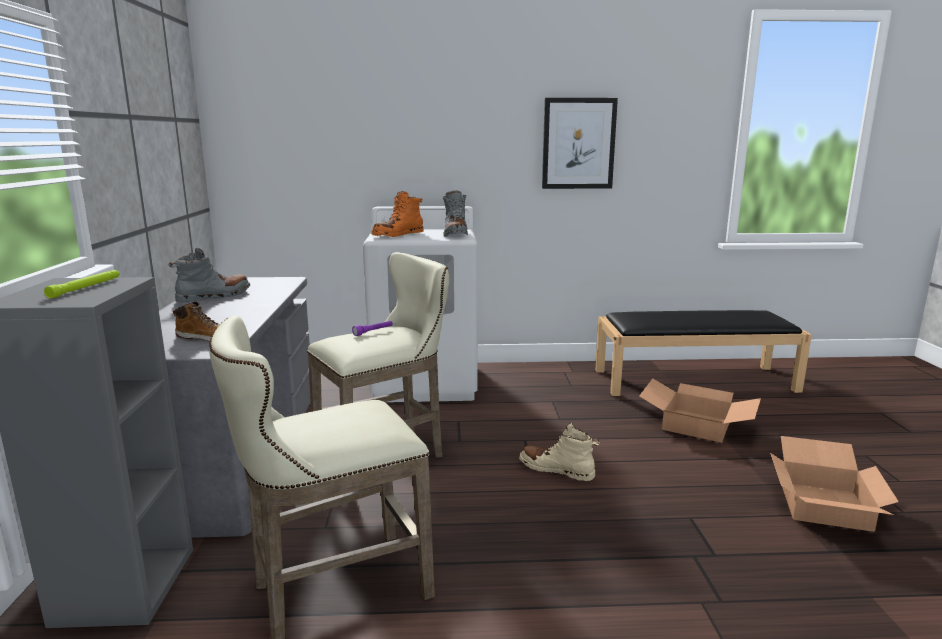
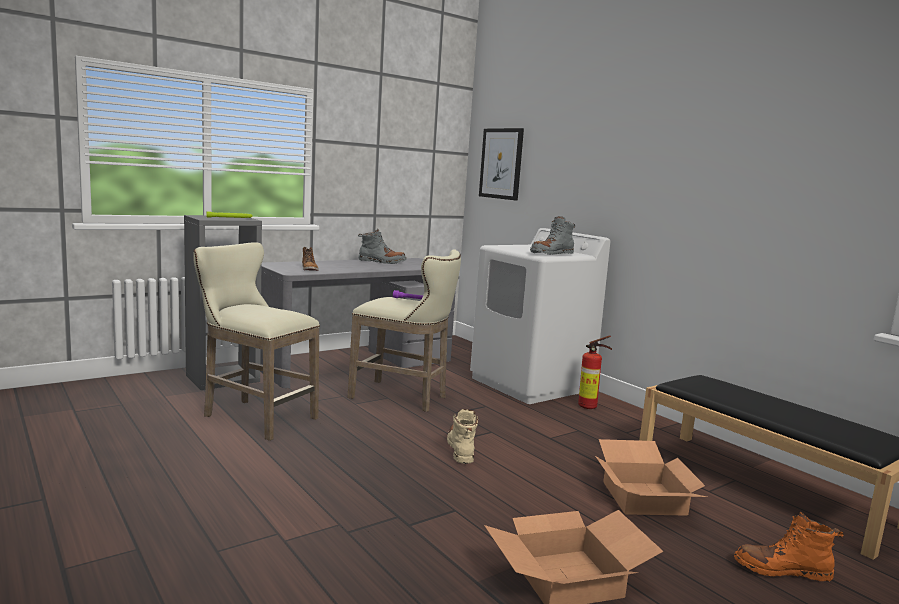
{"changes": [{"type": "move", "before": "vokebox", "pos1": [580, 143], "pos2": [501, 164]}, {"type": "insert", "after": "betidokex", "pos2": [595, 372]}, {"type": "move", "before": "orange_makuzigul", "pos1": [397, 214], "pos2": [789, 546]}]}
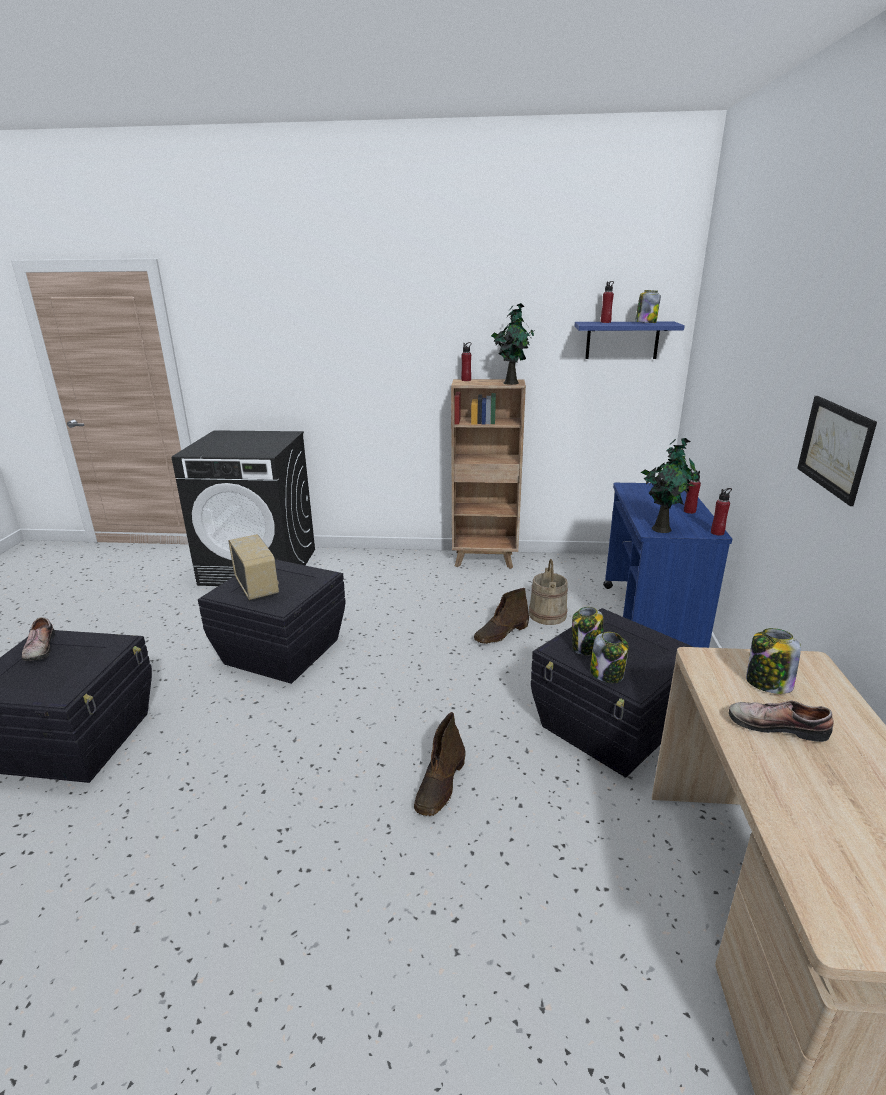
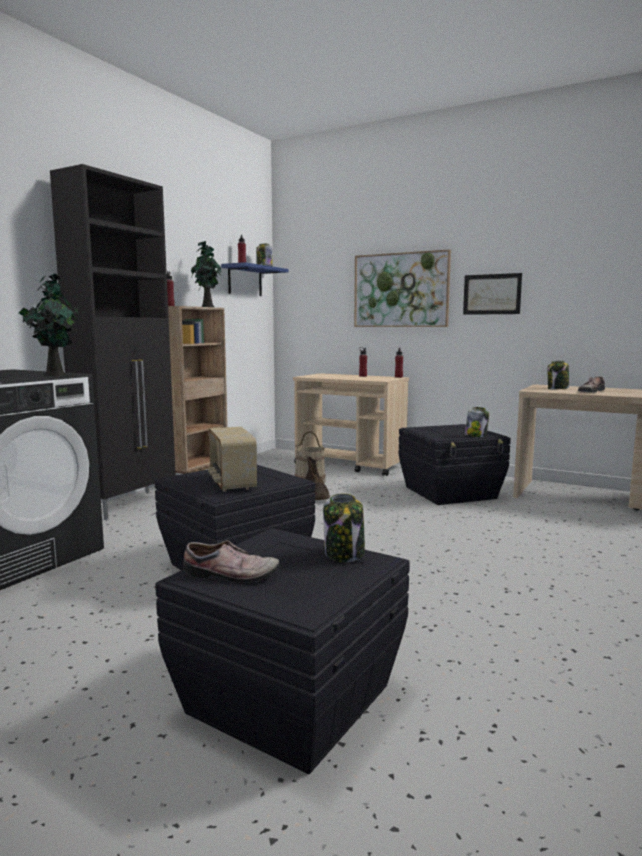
{"changes": [{"type": "move", "before": "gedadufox", "pos1": [670, 485], "pos2": [48, 325]}, {"type": "insert", "after": "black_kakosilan", "pos2": [112, 342]}, {"type": "rotate", "before": "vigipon", "pos1": [254, 567], "pos2": [232, 459], "turn": -105}, {"type": "recolor", "before": "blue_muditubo", "after": "beige_muditubo", "pos1": [667, 565], "pos2": [351, 424]}, {"type": "move", "before": "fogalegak", "pos1": [587, 631], "pos2": [344, 527]}, {"type": "insert", "after": "vokebox", "pos2": [402, 288]}, {"type": "delete", "before": "brown_makuzigul", "pos1": [439, 764]}]}
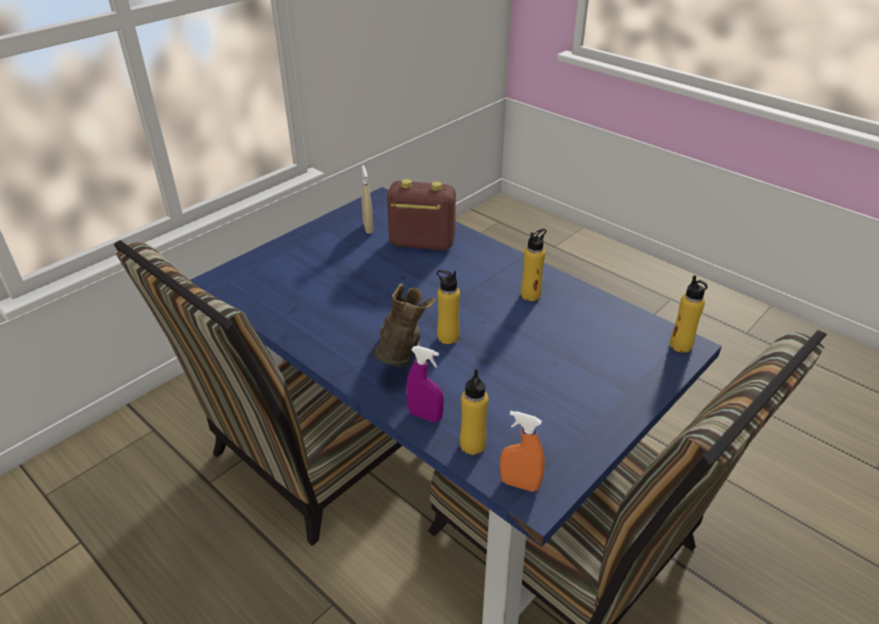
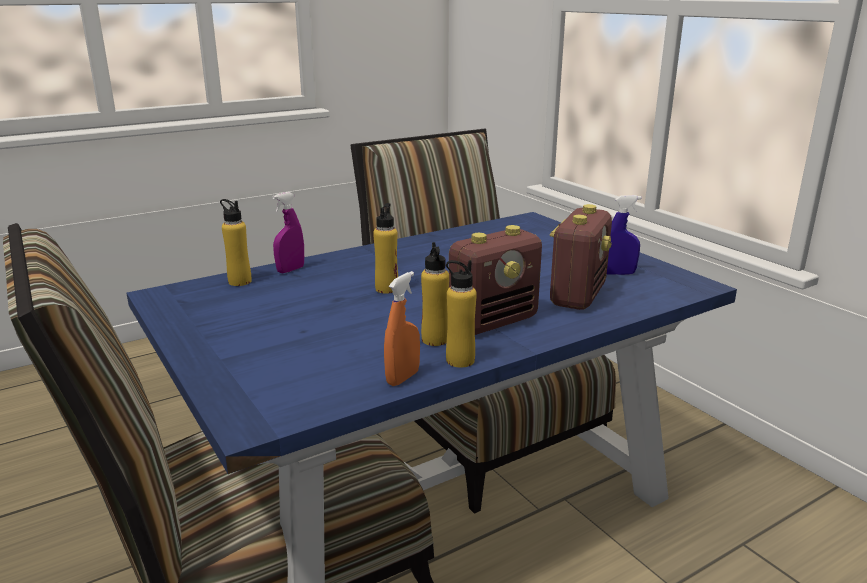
{"changes": [{"type": "move", "before": "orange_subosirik", "pos1": [522, 451], "pos2": [402, 328]}, {"type": "move", "before": "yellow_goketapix", "pos1": [689, 314], "pos2": [461, 314]}, {"type": "insert", "after": "vigipon", "pos2": [495, 280]}, {"type": "recolor", "before": "beige_subosirik", "after": "blue_subosirik", "pos1": [368, 199], "pos2": [624, 235]}, {"type": "delete", "before": "brown_makuzigul", "pos1": [405, 325]}]}
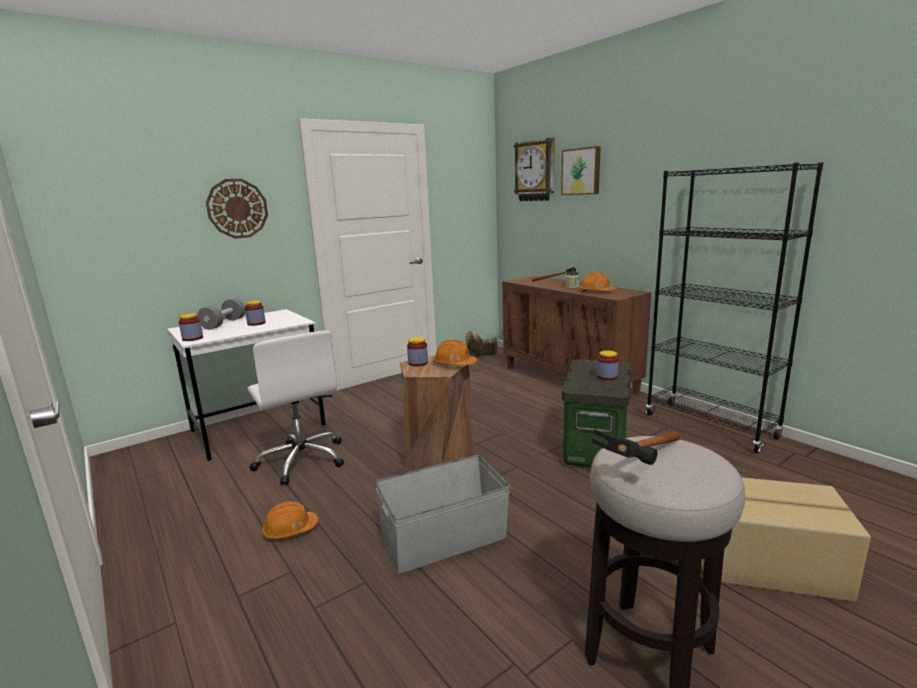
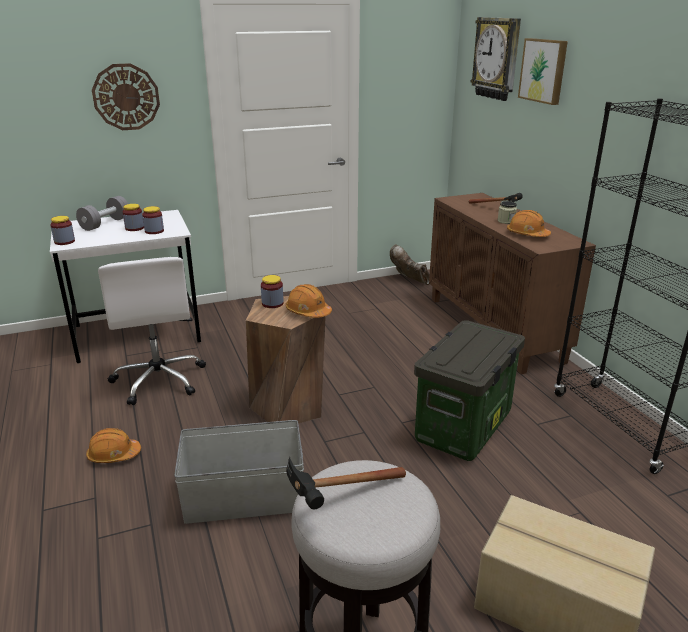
{"changes": [{"type": "move", "before": "fogalegak", "pos1": [607, 365], "pos2": [153, 220]}, {"type": "rotate", "before": "brown_makuzigul", "pos1": [481, 344], "pos2": [410, 265], "turn": 45}]}
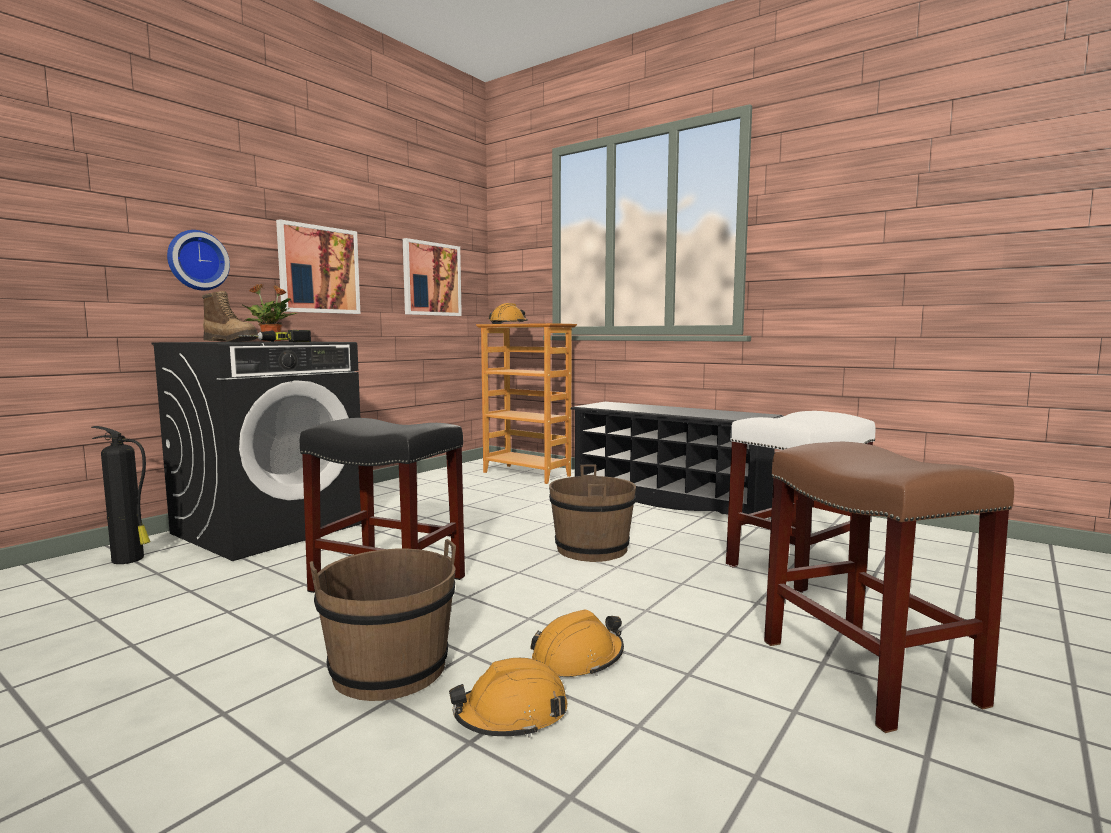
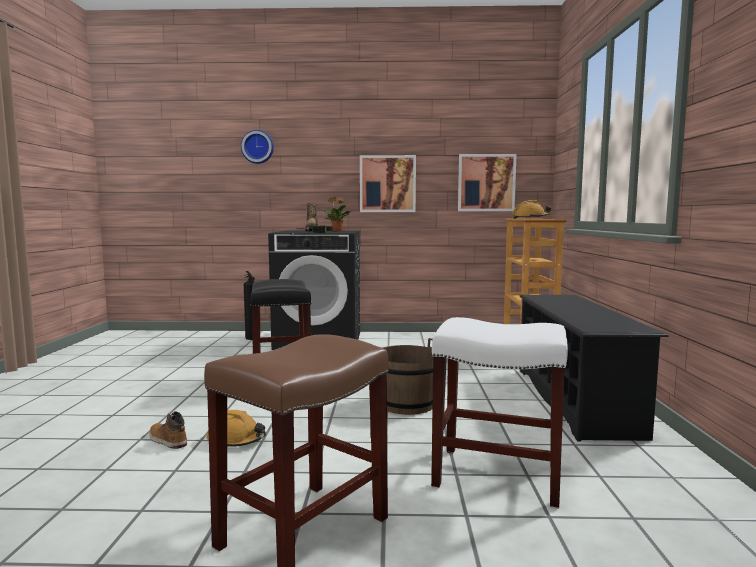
{"changes": [{"type": "replace", "before": "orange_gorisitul", "after": "makuzigul", "pos1": [508, 698], "pos2": [168, 430]}, {"type": "move", "before": "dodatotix", "pos1": [198, 260], "pos2": [257, 147]}, {"type": "delete", "before": "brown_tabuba", "pos1": [383, 620]}]}
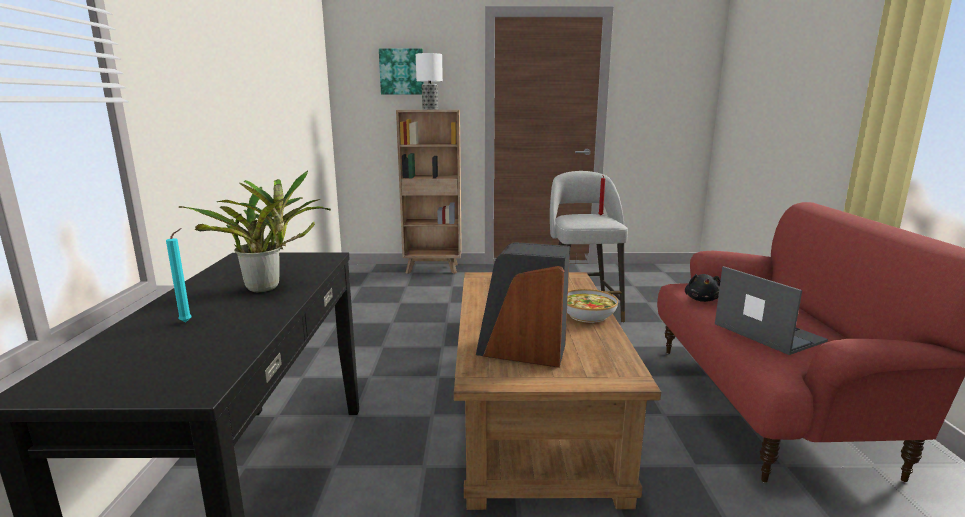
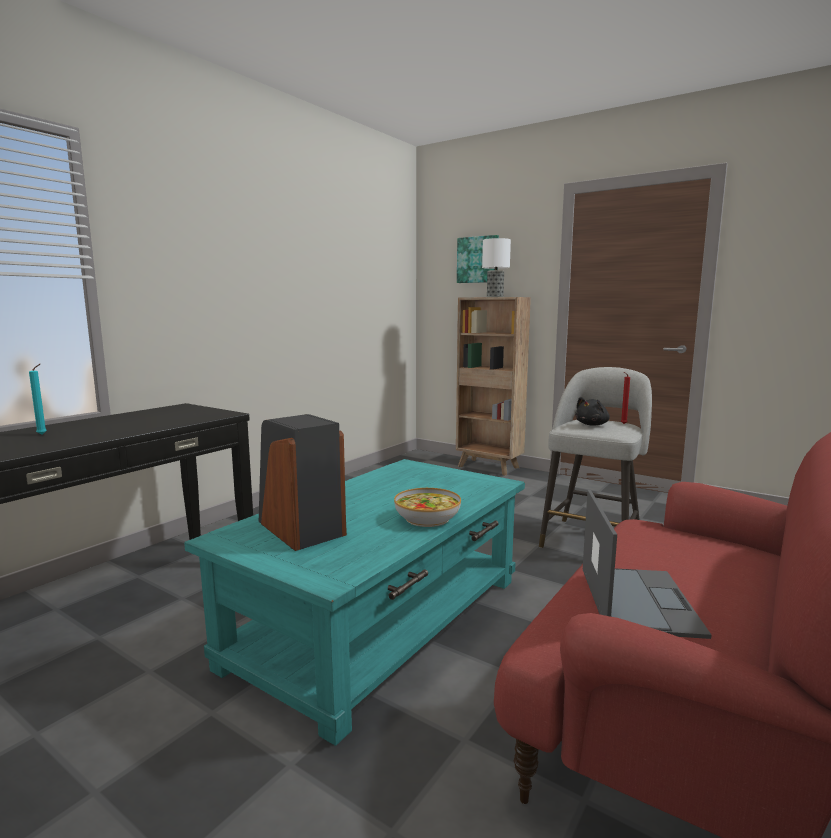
{"changes": [{"type": "recolor", "before": "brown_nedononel", "after": "turquoise_nedononel", "pos1": [557, 391], "pos2": [354, 602]}, {"type": "move", "before": "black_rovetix", "pos1": [703, 288], "pos2": [592, 411]}, {"type": "delete", "before": "gedadufox", "pos1": [255, 231]}]}
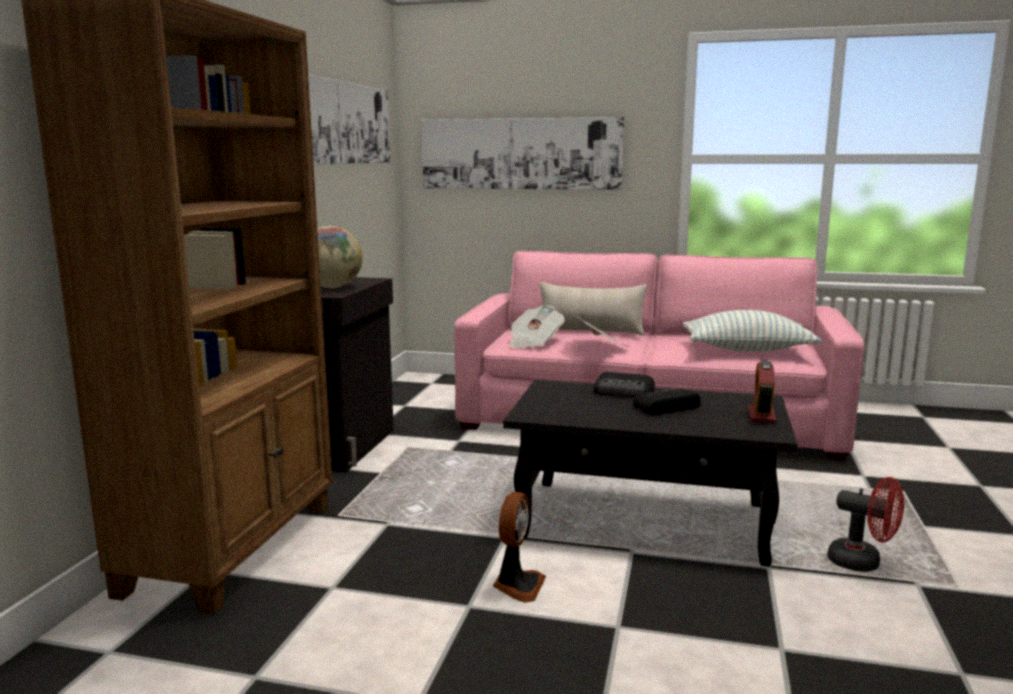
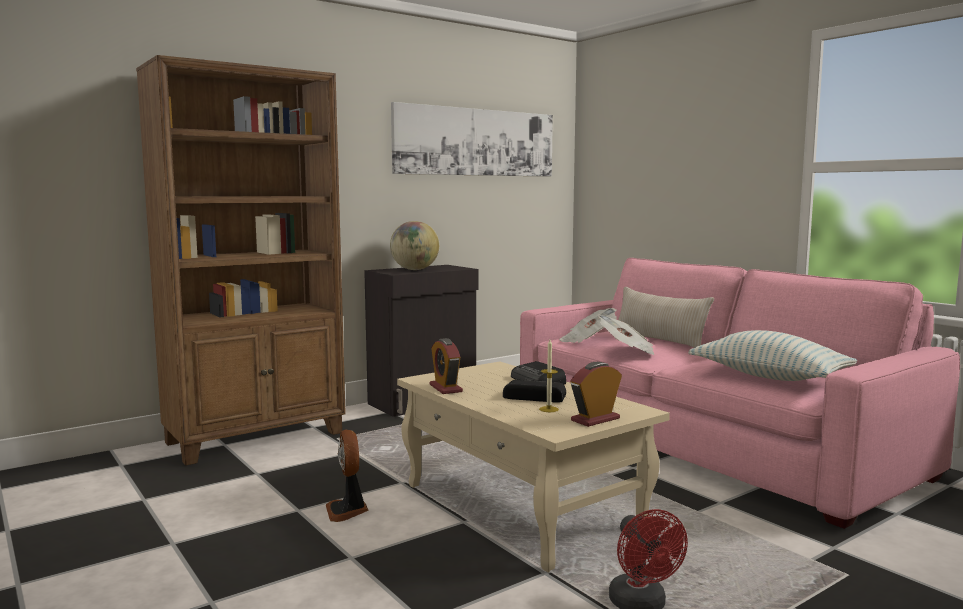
{"changes": [{"type": "rotate", "before": "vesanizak", "pos1": [519, 547], "pos2": [347, 476], "turn": 105}, {"type": "recolor", "before": "black_nedononel", "after": "beige_nedononel", "pos1": [650, 473], "pos2": [533, 466]}, {"type": "insert", "after": "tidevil", "pos2": [446, 366]}, {"type": "insert", "after": "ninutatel", "pos2": [549, 376]}, {"type": "delete", "before": "vokebox", "pos1": [522, 153]}]}
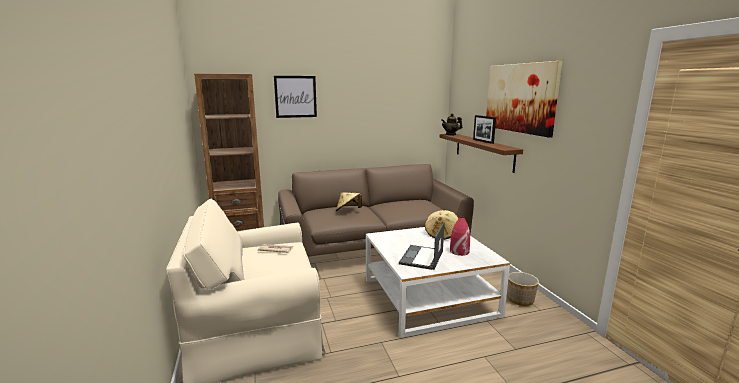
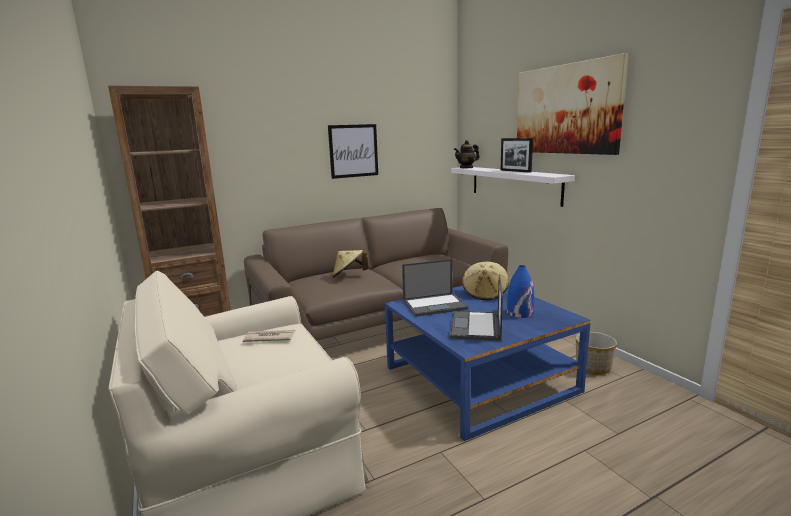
{"changes": [{"type": "move", "before": "vokebox", "pos1": [295, 97], "pos2": [353, 151]}, {"type": "recolor", "before": "white_nedononel", "after": "blue_nedononel", "pos1": [438, 282], "pos2": [488, 363]}, {"type": "insert", "after": "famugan", "pos2": [435, 288]}, {"type": "recolor", "before": "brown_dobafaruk", "after": "white_dobafaruk", "pos1": [481, 153], "pos2": [513, 187]}, {"type": "recolor", "before": "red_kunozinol", "after": "blue_kunozinol", "pos1": [460, 236], "pos2": [520, 291]}]}
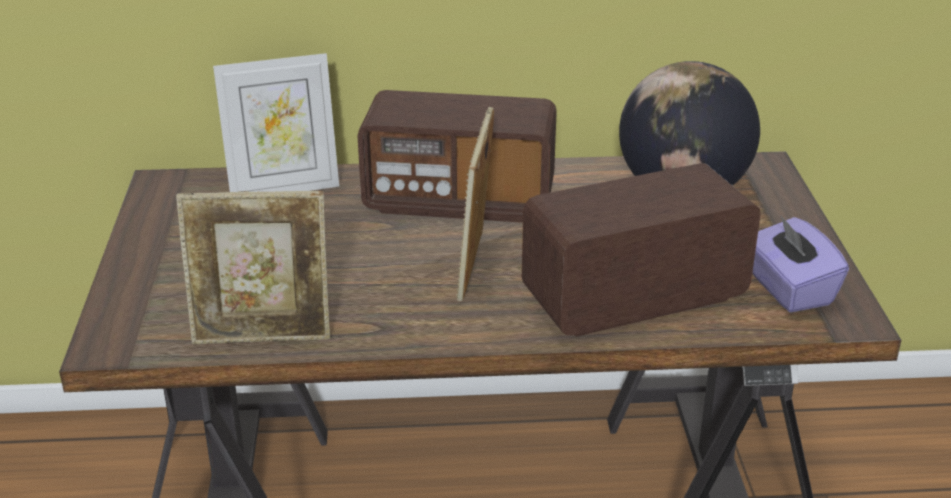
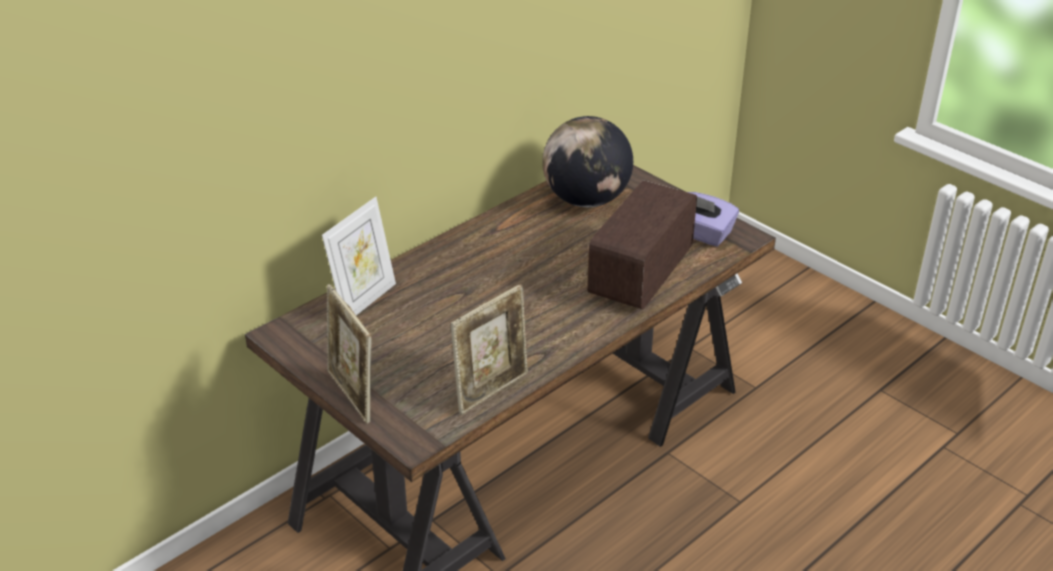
{"changes": [{"type": "move", "before": "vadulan", "pos1": [475, 204], "pos2": [349, 354]}, {"type": "delete", "before": "vigipon", "pos1": [457, 156]}]}
